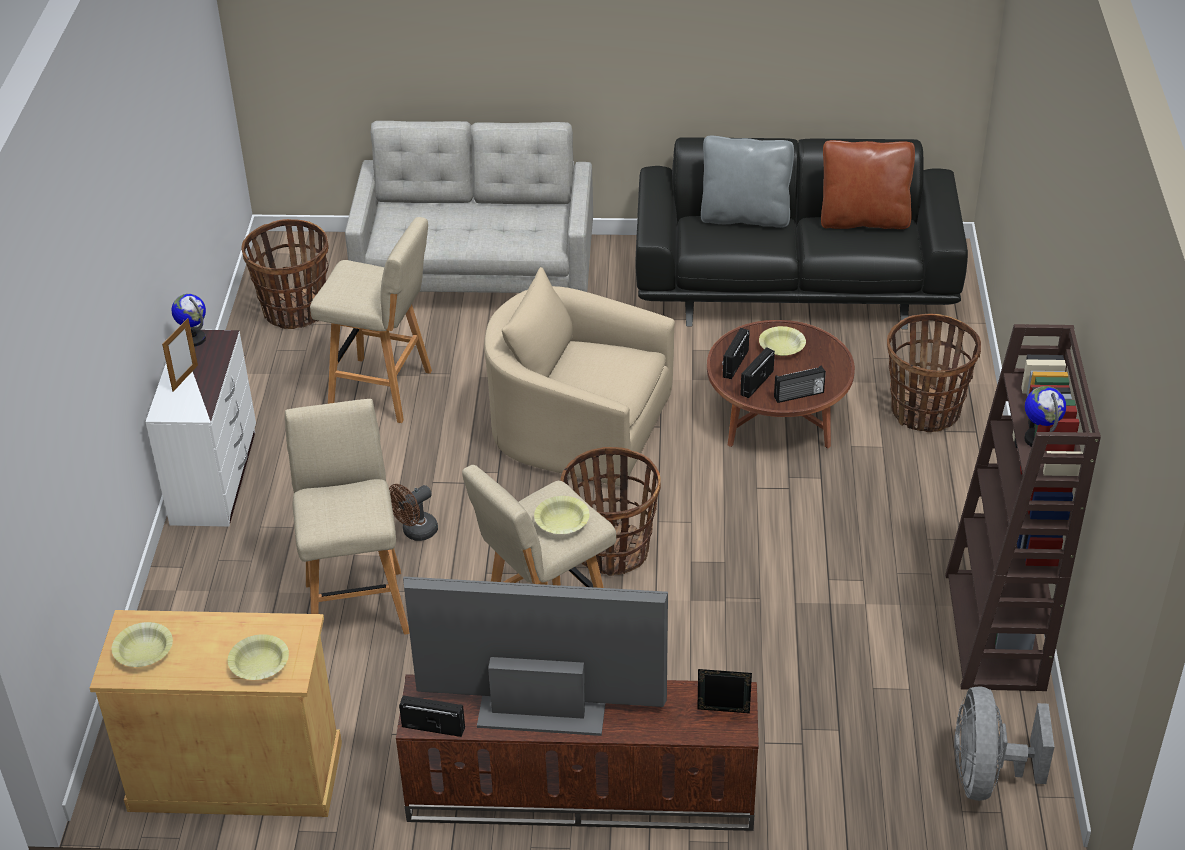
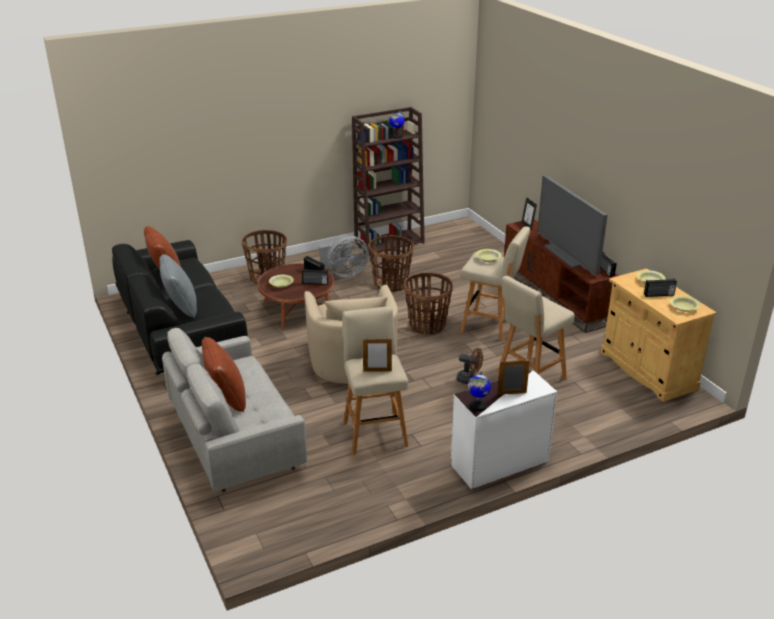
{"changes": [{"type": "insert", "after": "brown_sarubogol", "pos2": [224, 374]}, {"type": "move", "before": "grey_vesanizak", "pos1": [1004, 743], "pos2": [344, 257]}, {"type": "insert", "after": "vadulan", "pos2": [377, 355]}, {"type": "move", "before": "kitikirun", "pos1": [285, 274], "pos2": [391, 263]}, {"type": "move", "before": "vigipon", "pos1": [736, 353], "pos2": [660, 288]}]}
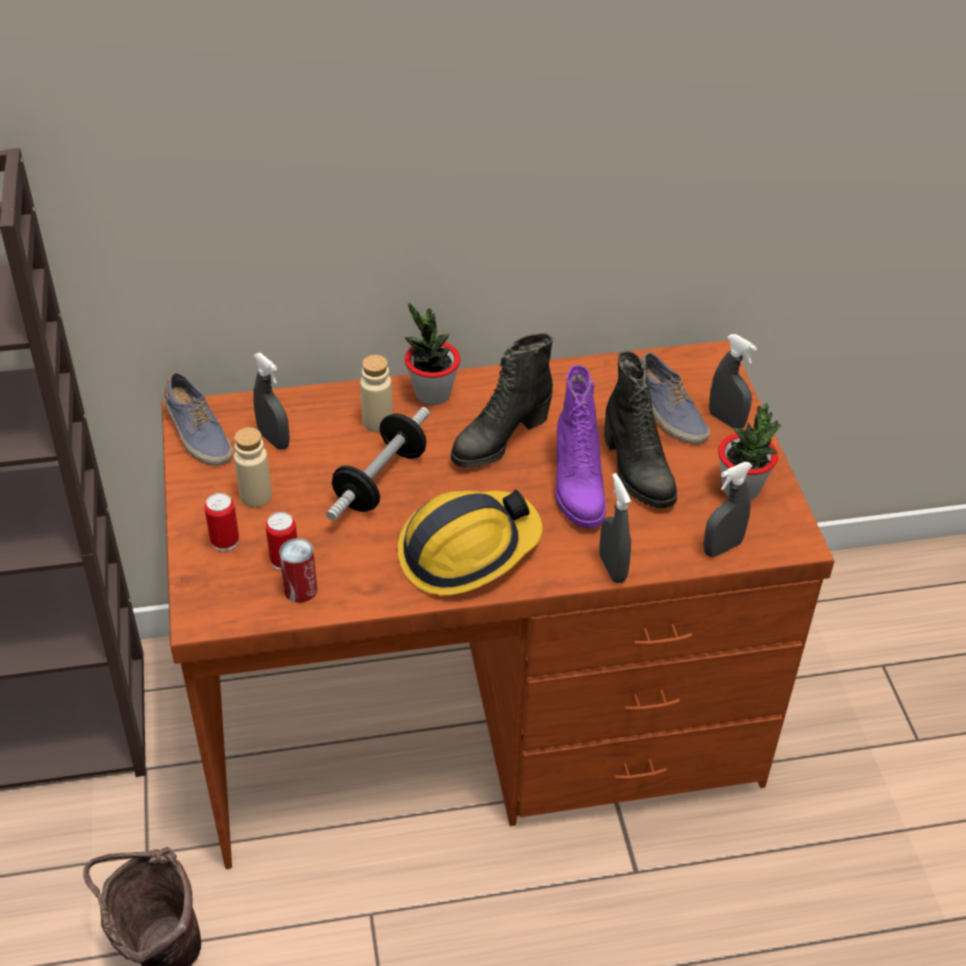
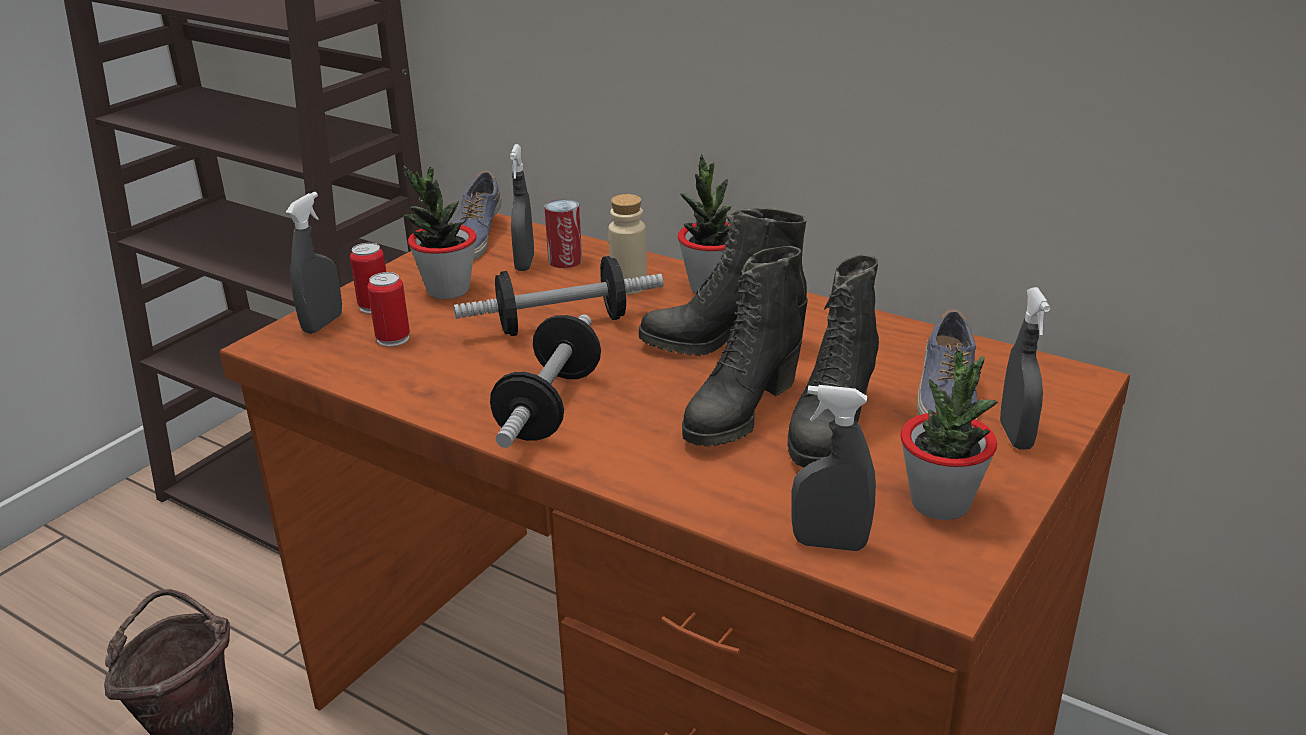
{"changes": [{"type": "move", "before": "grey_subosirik", "pos1": [615, 528], "pos2": [314, 263]}, {"type": "replace", "before": "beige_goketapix", "after": "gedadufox", "pos1": [253, 467], "pos2": [440, 232]}, {"type": "replace", "before": "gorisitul", "after": "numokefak", "pos1": [470, 542], "pos2": [545, 381]}, {"type": "move", "before": "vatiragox", "pos1": [298, 570], "pos2": [563, 233]}, {"type": "recolor", "before": "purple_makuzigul", "after": "black_makuzigul", "pos1": [580, 447], "pos2": [742, 346]}]}
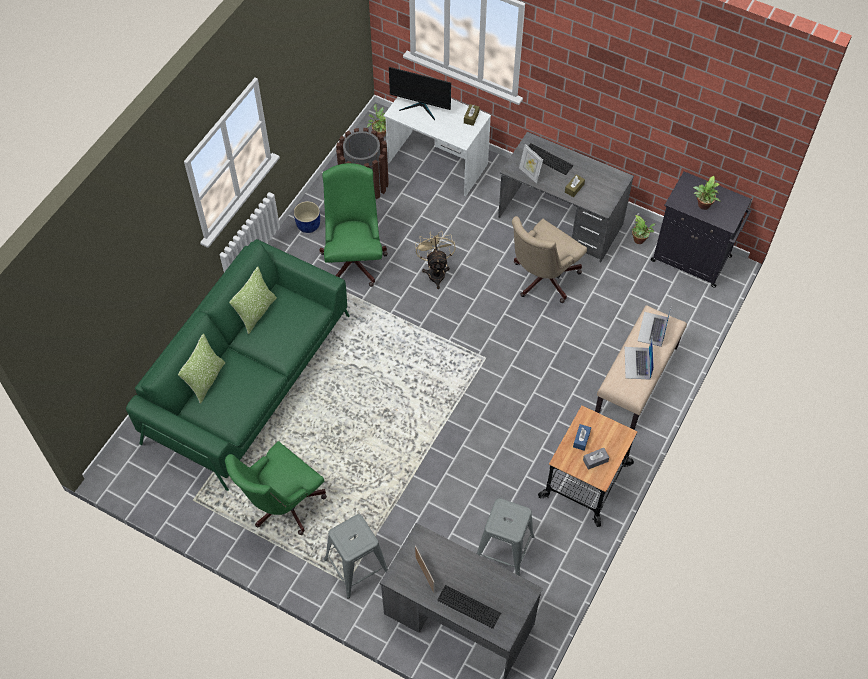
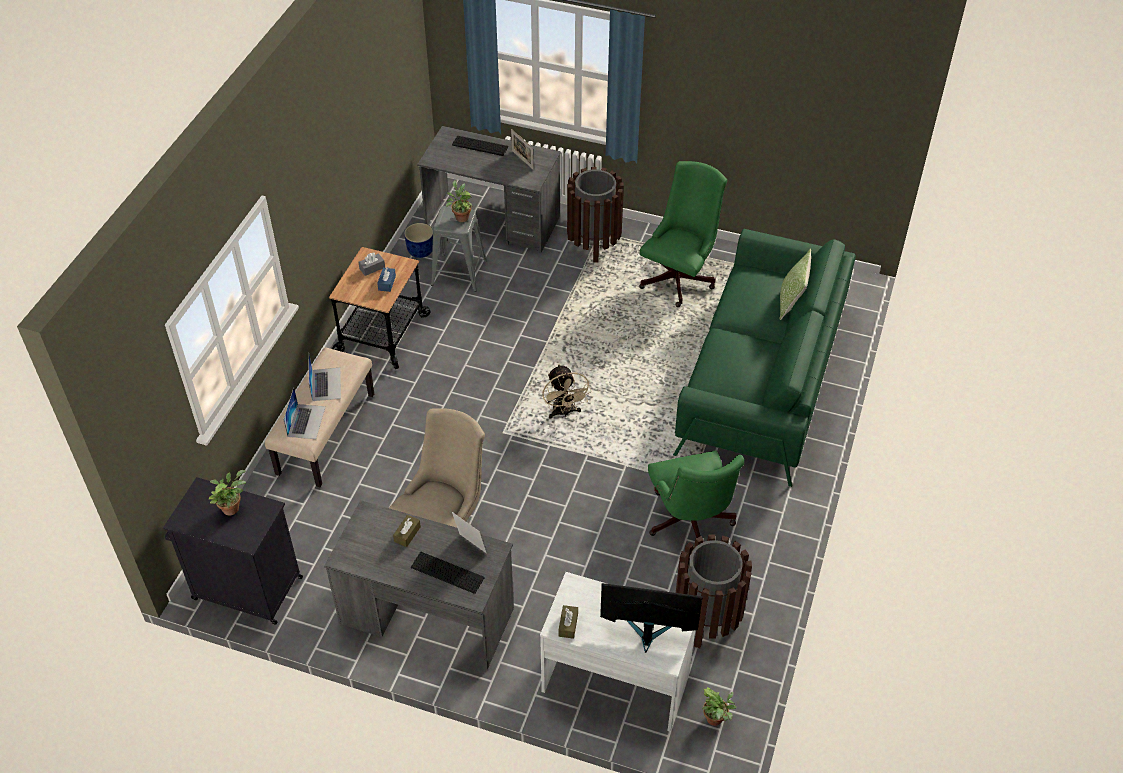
{"changes": [{"type": "move", "before": "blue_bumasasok", "pos1": [307, 217], "pos2": [418, 240]}, {"type": "move", "before": "gedadufox", "pos1": [643, 229], "pos2": [459, 201]}, {"type": "move", "before": "beige_vesanizak", "pos1": [435, 260], "pos2": [567, 391]}, {"type": "replace", "before": "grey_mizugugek", "after": "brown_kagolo", "pos1": [356, 556], "pos2": [595, 215]}, {"type": "delete", "before": "sarubogol", "pos1": [253, 300]}]}
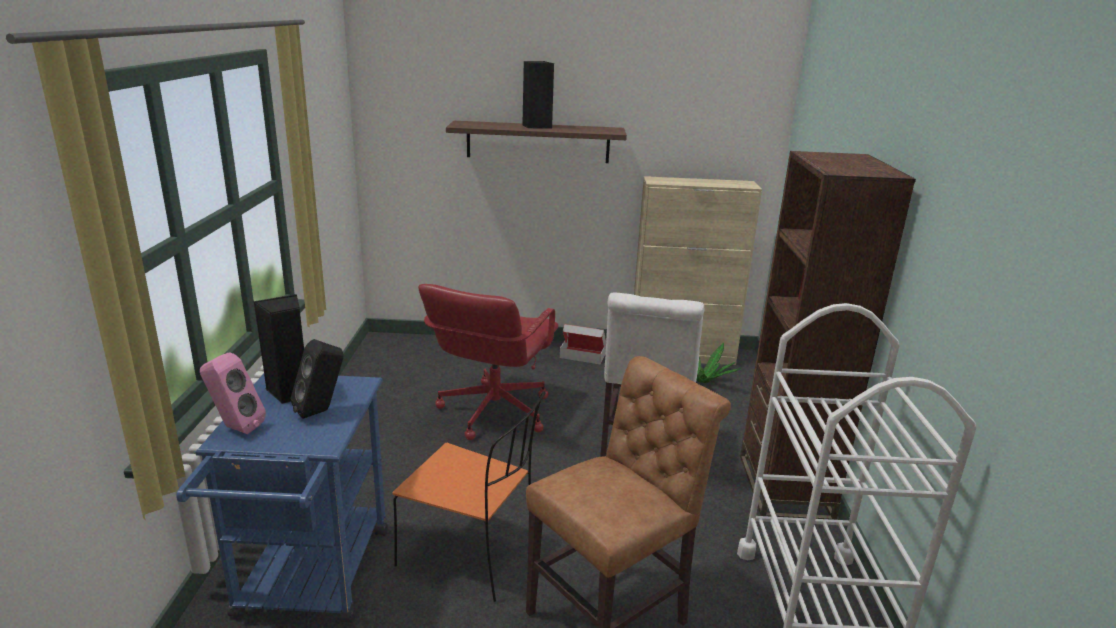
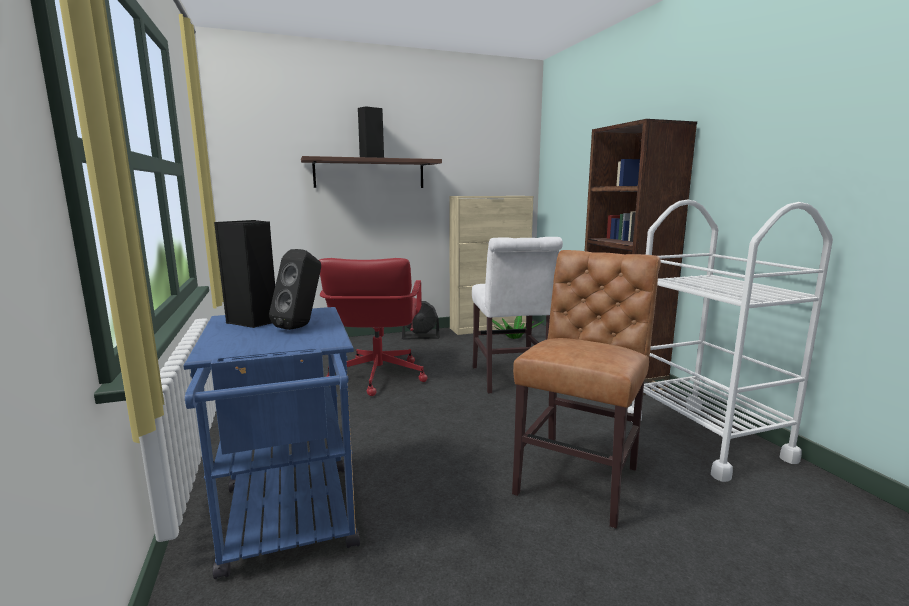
{"changes": [{"type": "replace", "before": "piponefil", "after": "black_vesanizak", "pos1": [583, 344], "pos2": [421, 320]}, {"type": "delete", "before": "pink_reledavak", "pos1": [233, 393]}, {"type": "delete", "before": "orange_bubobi", "pos1": [469, 496]}]}
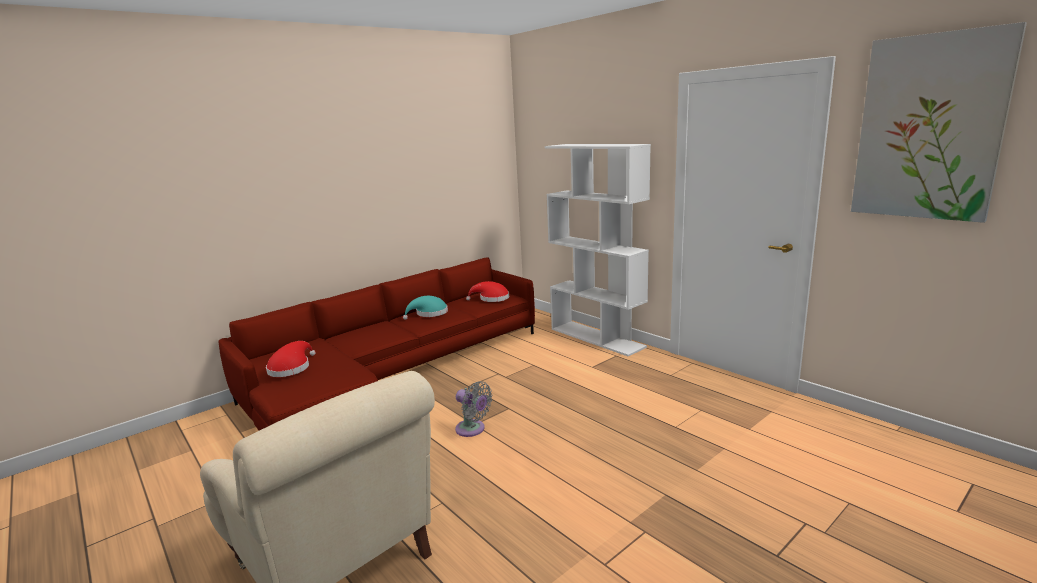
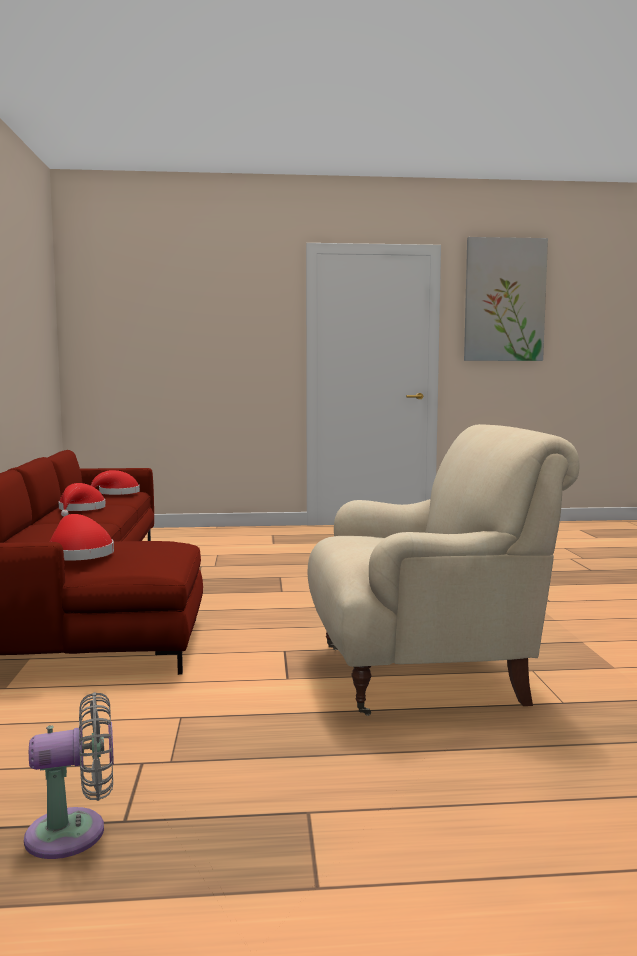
{"changes": [{"type": "move", "before": "grey_vesanizak", "pos1": [473, 409], "pos2": [69, 775]}, {"type": "recolor", "before": "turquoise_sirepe", "after": "red_sirepe", "pos1": [425, 308], "pos2": [82, 500]}, {"type": "delete", "before": "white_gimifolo", "pos1": [598, 250]}]}
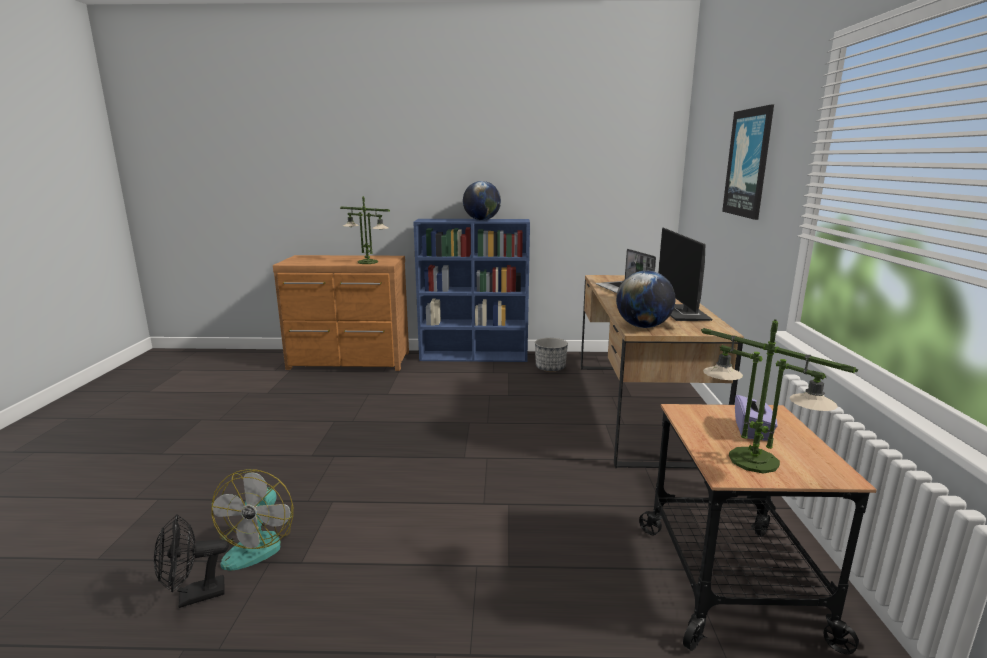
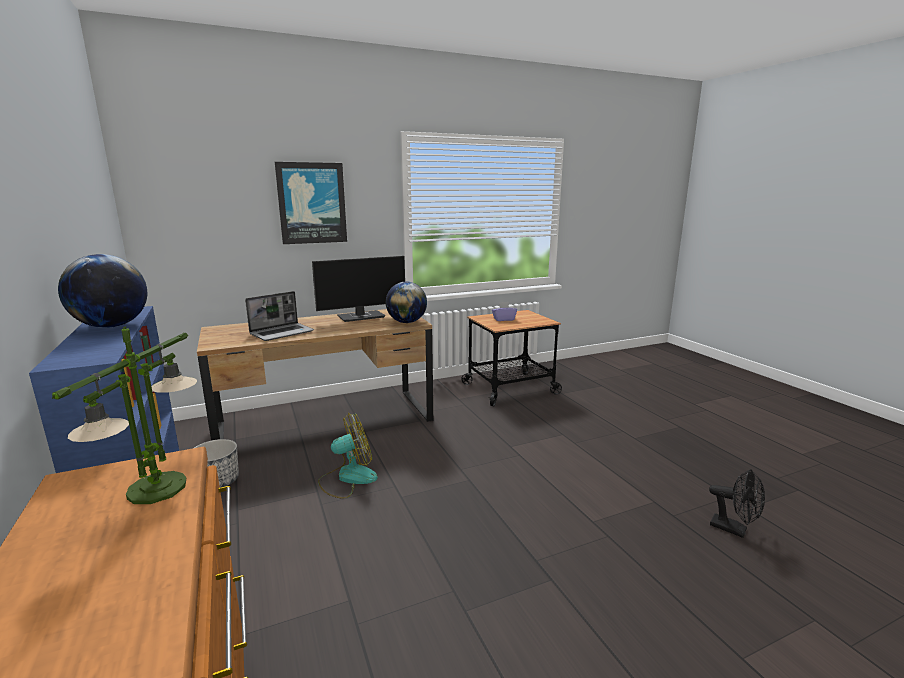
{"changes": [{"type": "move", "before": "vesanizak", "pos1": [252, 520], "pos2": [348, 456]}, {"type": "delete", "before": "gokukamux", "pos1": [779, 396]}]}
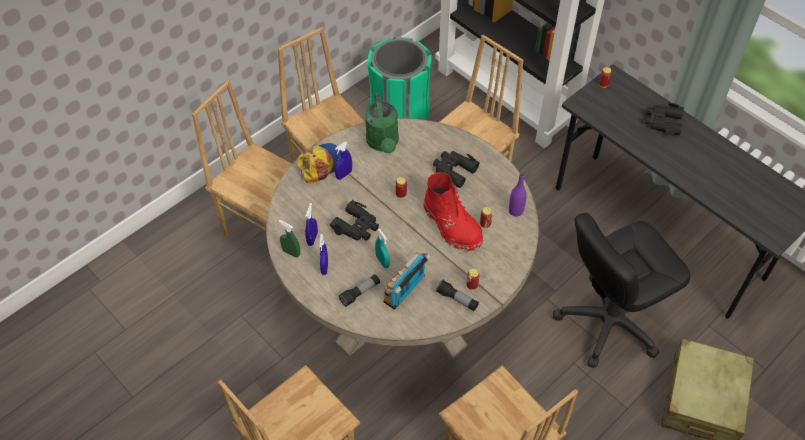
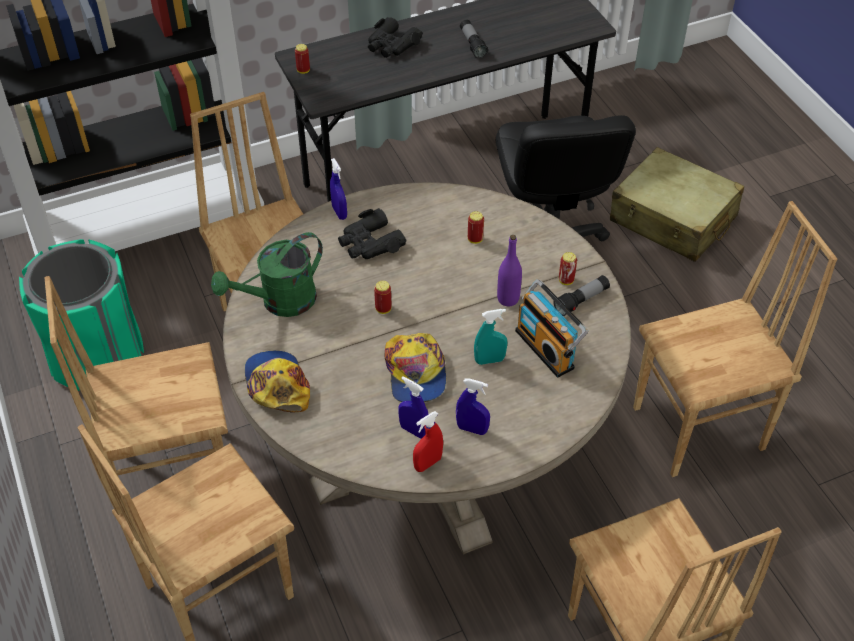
{"changes": [{"type": "rotate", "before": "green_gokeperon", "pos1": [382, 122], "pos2": [267, 274], "turn": 135}, {"type": "move", "before": "blue_subosirik", "pos1": [343, 161], "pos2": [338, 189]}, {"type": "replace", "before": "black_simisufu", "after": "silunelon", "pos1": [354, 220], "pos2": [415, 367]}, {"type": "recolor", "before": "green_subosirik", "after": "red_subosirik", "pos1": [289, 239], "pos2": [428, 441]}, {"type": "move", "before": "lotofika", "pos1": [359, 290], "pos2": [474, 39]}, {"type": "move", "before": "purple_goketapix", "pos1": [518, 195], "pos2": [509, 270]}, {"type": "delete", "before": "red_makuzigul", "pos1": [453, 212]}]}
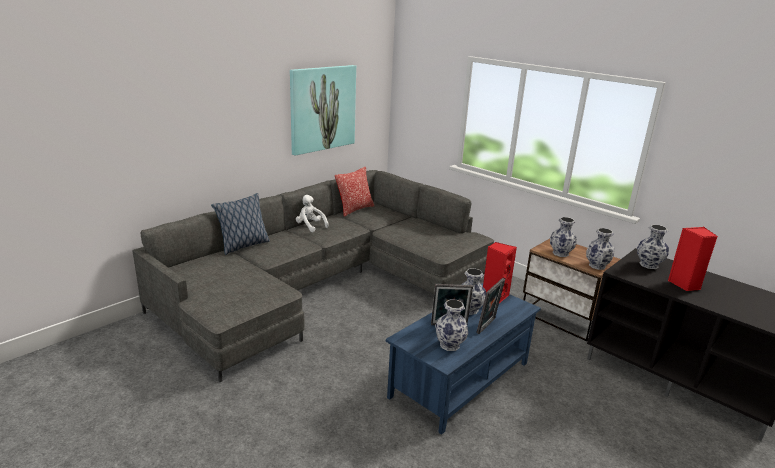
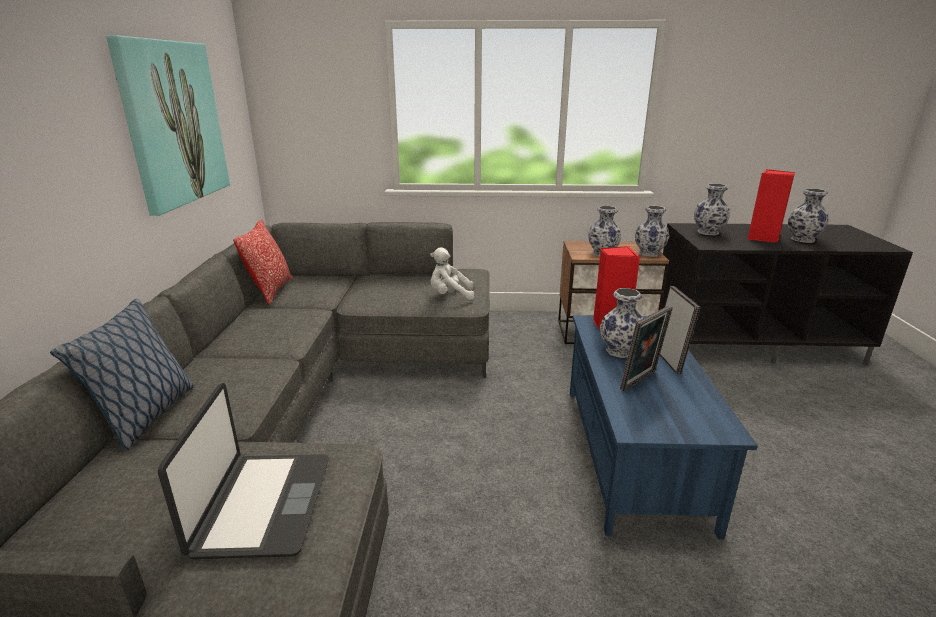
{"changes": [{"type": "insert", "after": "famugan", "pos2": [243, 471]}, {"type": "move", "before": "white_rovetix", "pos1": [312, 213], "pos2": [452, 273]}, {"type": "move", "before": "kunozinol", "pos1": [451, 325], "pos2": [808, 216]}]}
